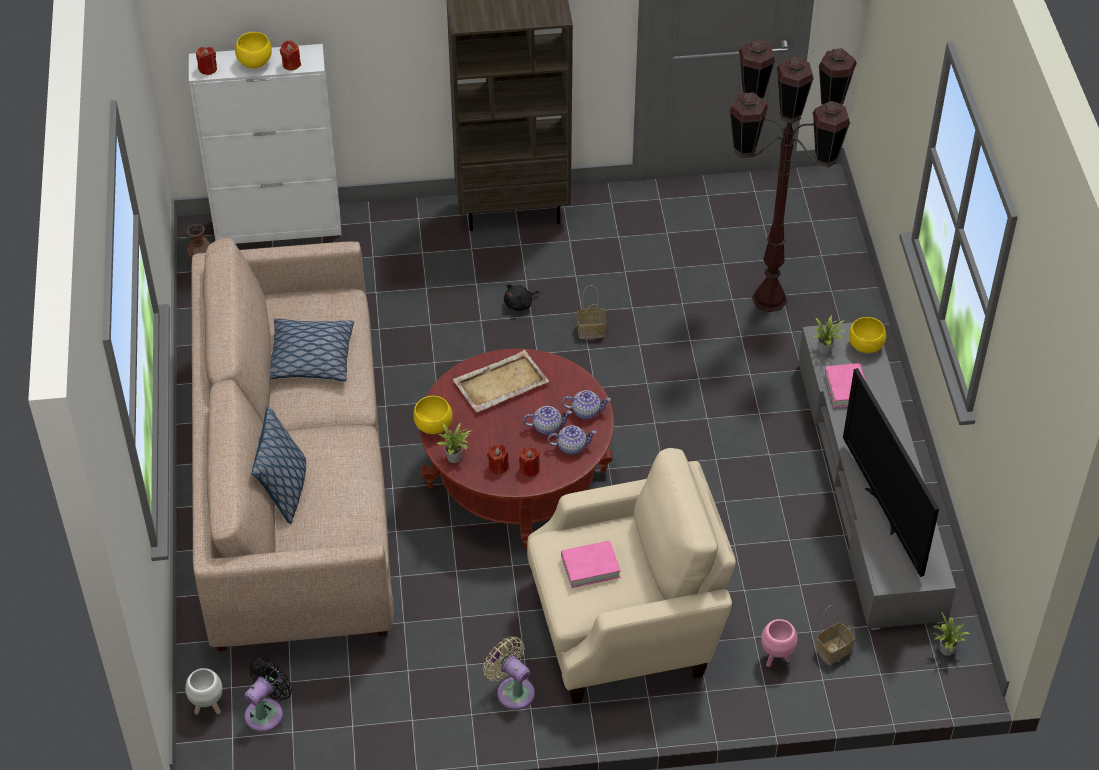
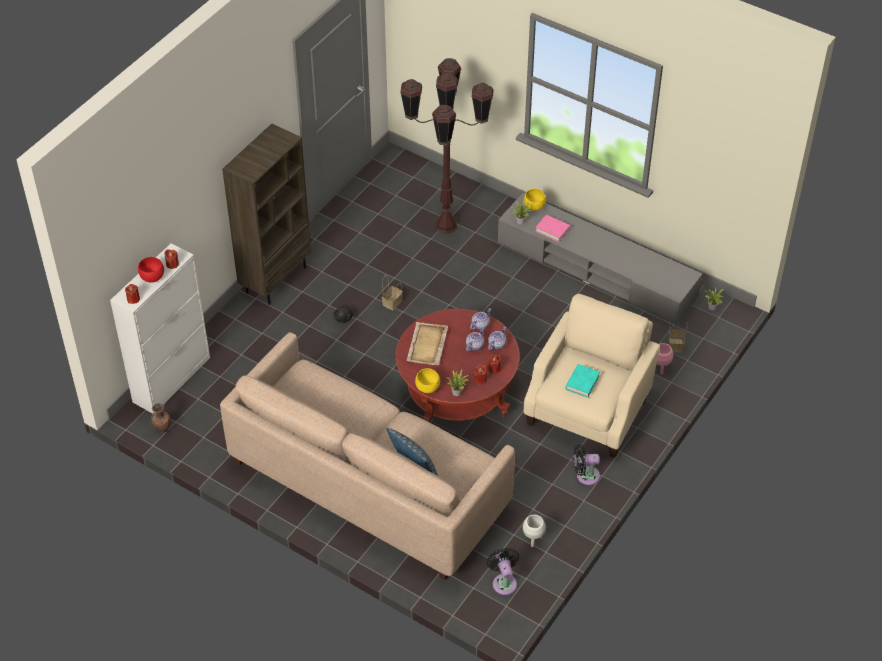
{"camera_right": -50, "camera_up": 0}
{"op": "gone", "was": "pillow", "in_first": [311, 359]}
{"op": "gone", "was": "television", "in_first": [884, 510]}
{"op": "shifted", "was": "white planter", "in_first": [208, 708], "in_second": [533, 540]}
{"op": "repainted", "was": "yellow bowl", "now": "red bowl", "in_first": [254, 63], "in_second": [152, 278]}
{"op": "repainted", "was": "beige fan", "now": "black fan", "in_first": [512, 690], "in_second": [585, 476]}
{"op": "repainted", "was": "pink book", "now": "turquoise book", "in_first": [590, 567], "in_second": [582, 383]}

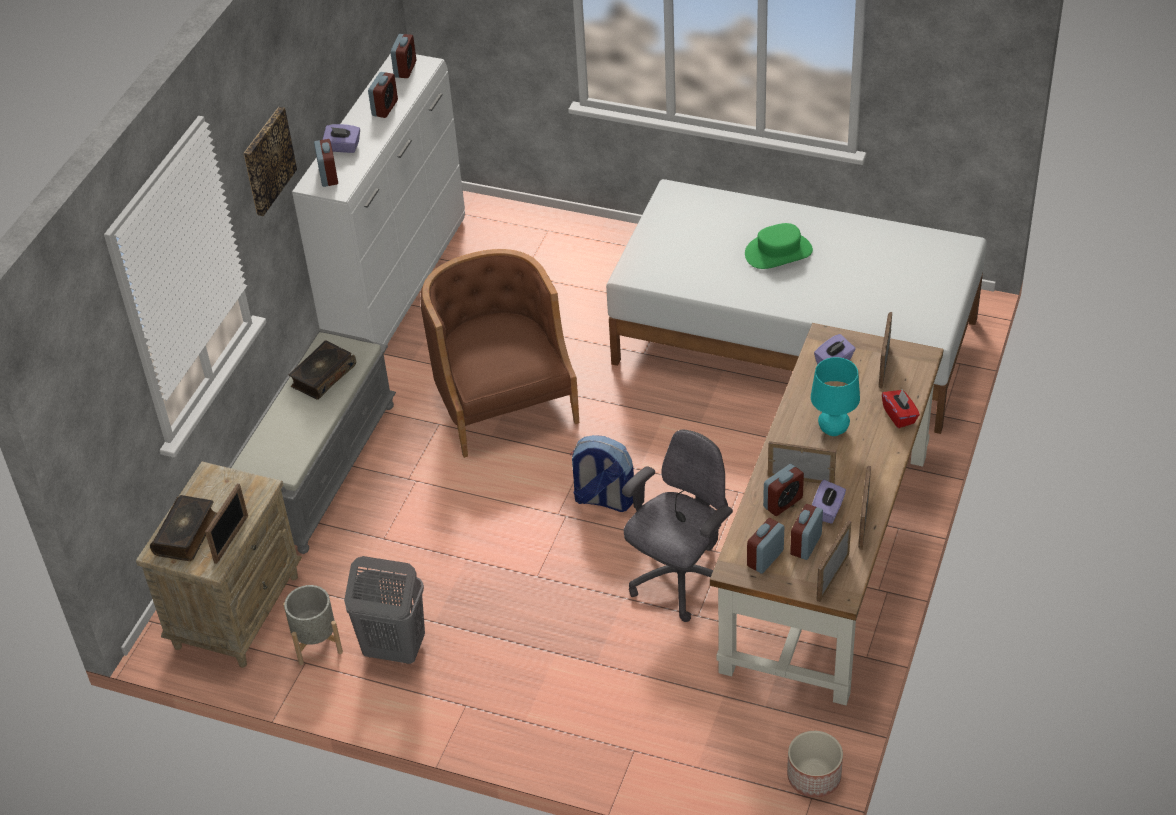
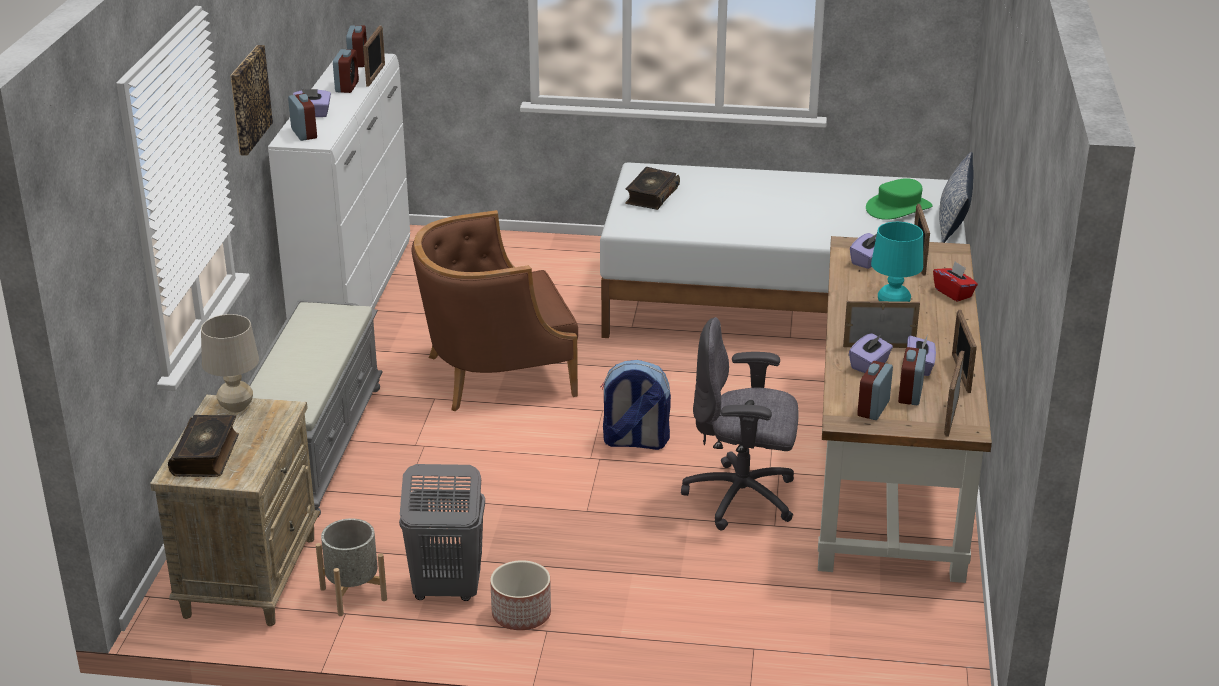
{"camera_right": -15, "camera_up": -15}
{"op": "new", "now": "beige table lamp", "in_second": [236, 407]}
{"op": "new", "now": "pillow", "in_second": [953, 219]}
{"op": "shifted", "was": "picture frame", "in_first": [231, 539], "in_second": [375, 75]}
{"op": "shifted", "was": "book", "in_first": [323, 376], "in_second": [651, 196]}
{"op": "shifted", "was": "green hat", "in_first": [778, 252], "in_second": [898, 208]}
{"op": "shifted", "was": "planter", "in_first": [813, 776], "in_second": [520, 614]}
{"op": "swapped", "was": "alarm clock", "now": "purple tissue box", "in_first": [783, 503], "in_second": [869, 365]}
{"op": "rotated", "was": "brown armchair", "in_first": [502, 399], "in_second": [497, 373], "clockwise": -75}
{"op": "rotated", "was": "grey office chair", "in_first": [680, 580], "in_second": [743, 498], "clockwise": -105}

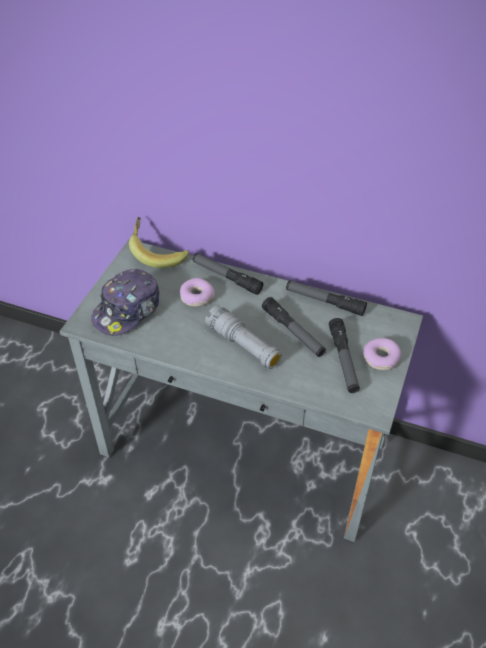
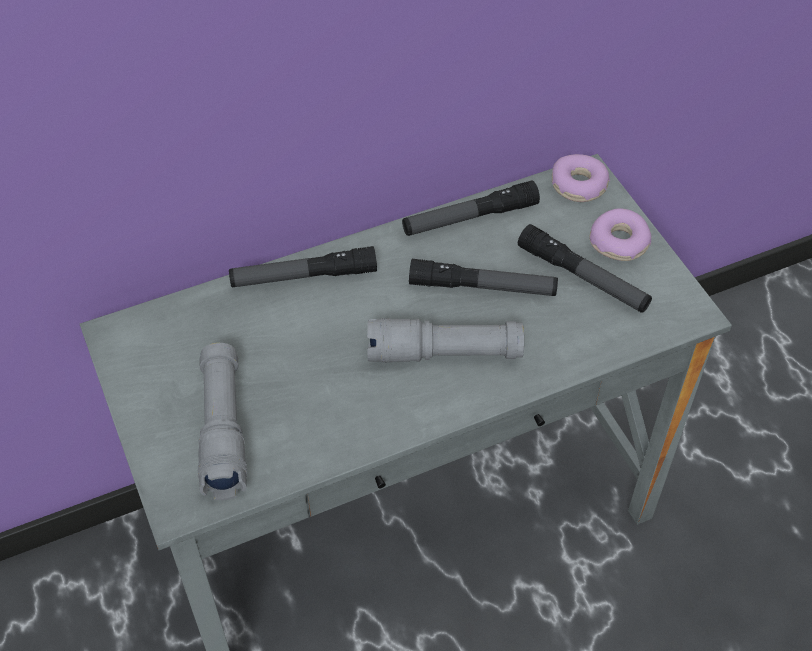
{"camera_right": -45, "camera_up": 5}
{"op": "gone", "was": "banana", "in_first": [158, 253]}
{"op": "shifted", "was": "donut", "in_first": [196, 297], "in_second": [579, 186]}
{"op": "swapped", "was": "cap", "now": "grey flashlight", "in_first": [128, 310], "in_second": [223, 430]}

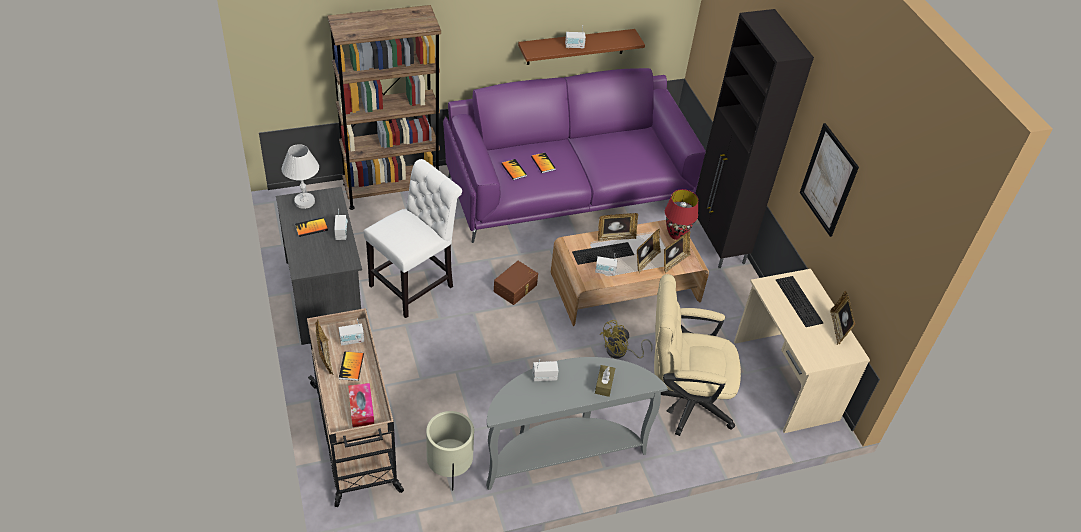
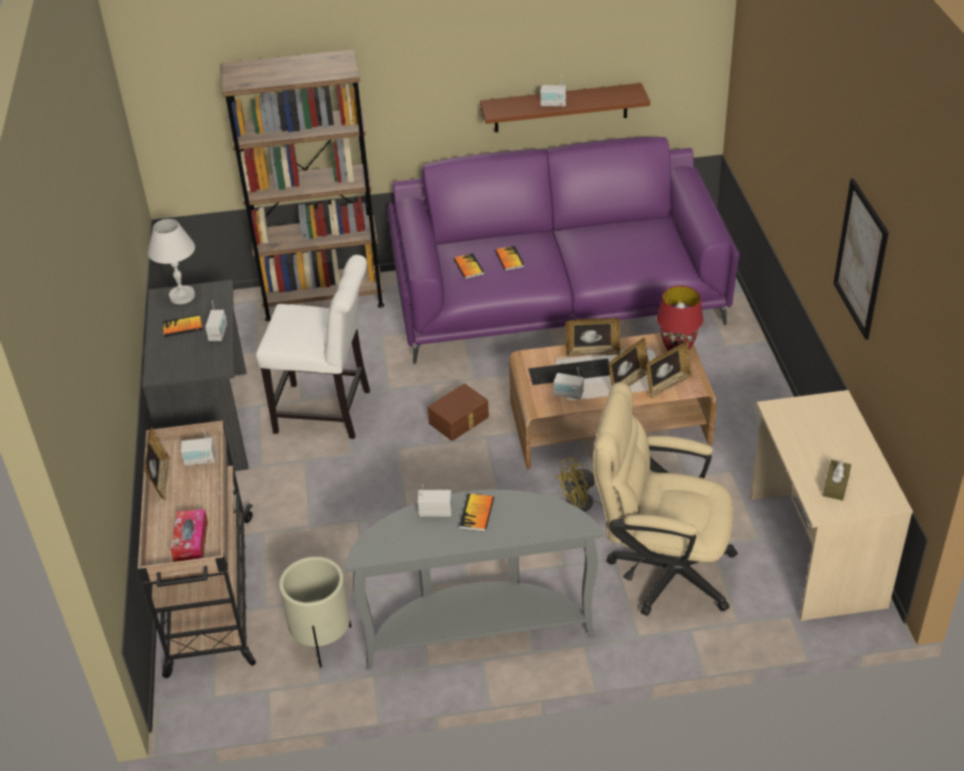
{"camera_right": 15, "camera_up": -5}
{"op": "gone", "was": "black cabinet", "in_first": [717, 243]}
{"op": "gone", "was": "keyboard", "in_first": [800, 301]}
{"op": "gone", "was": "picture frame", "in_first": [838, 328]}
{"op": "shifted", "was": "book", "in_first": [351, 367], "in_second": [476, 513]}
{"op": "shifted", "was": "brown tissue box", "in_first": [604, 384], "in_second": [836, 485]}
{"op": "rotated", "was": "white chair", "in_first": [415, 284], "in_second": [328, 412], "clockwise": 45}

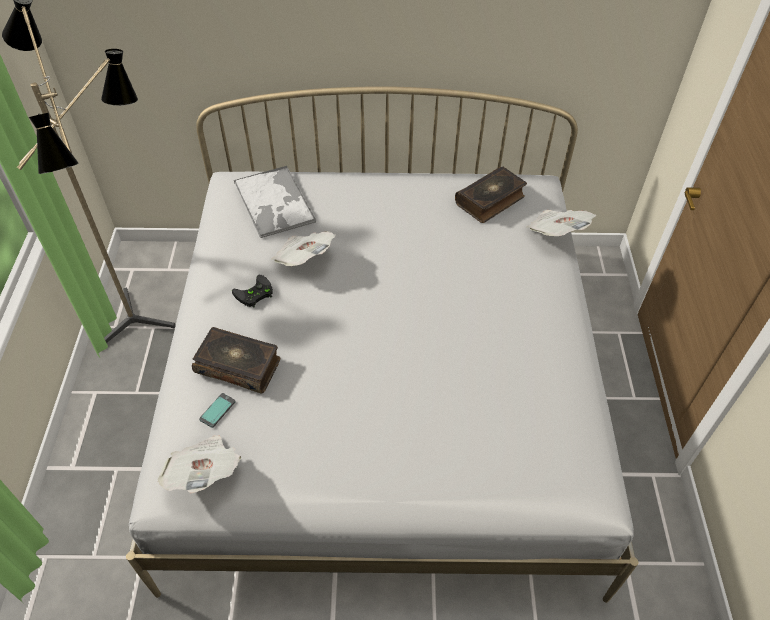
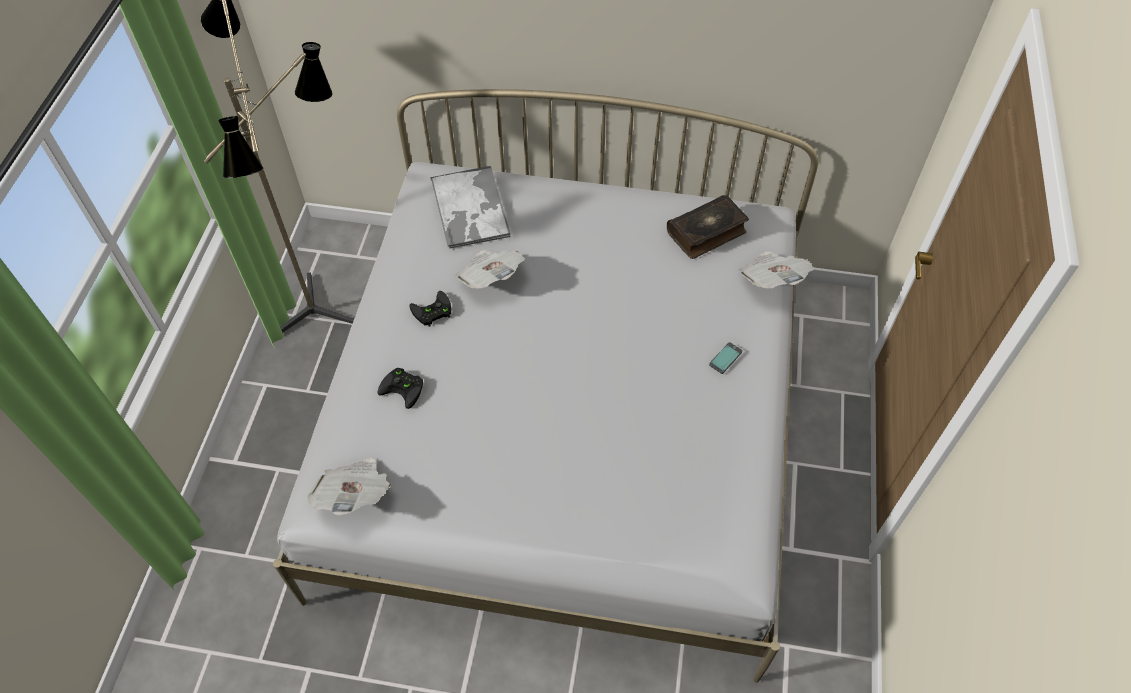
{"camera_right": 10, "camera_up": 5}
{"op": "shifted", "was": "phone", "in_first": [217, 410], "in_second": [725, 358]}
{"op": "swapped", "was": "book", "now": "black game controller", "in_first": [238, 365], "in_second": [404, 388]}

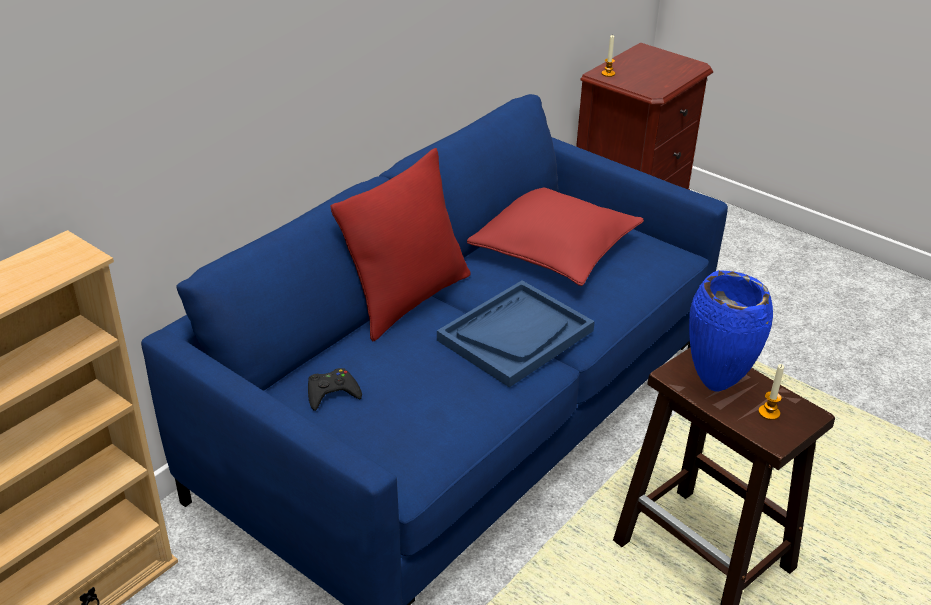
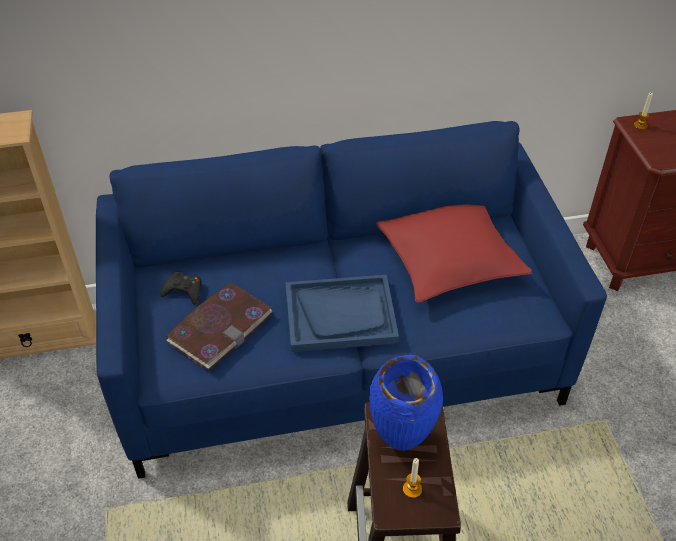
{"camera_right": 40, "camera_up": 10}
{"op": "gone", "was": "red pillow", "in_first": [408, 299]}
{"op": "new", "now": "book", "in_second": [220, 328]}

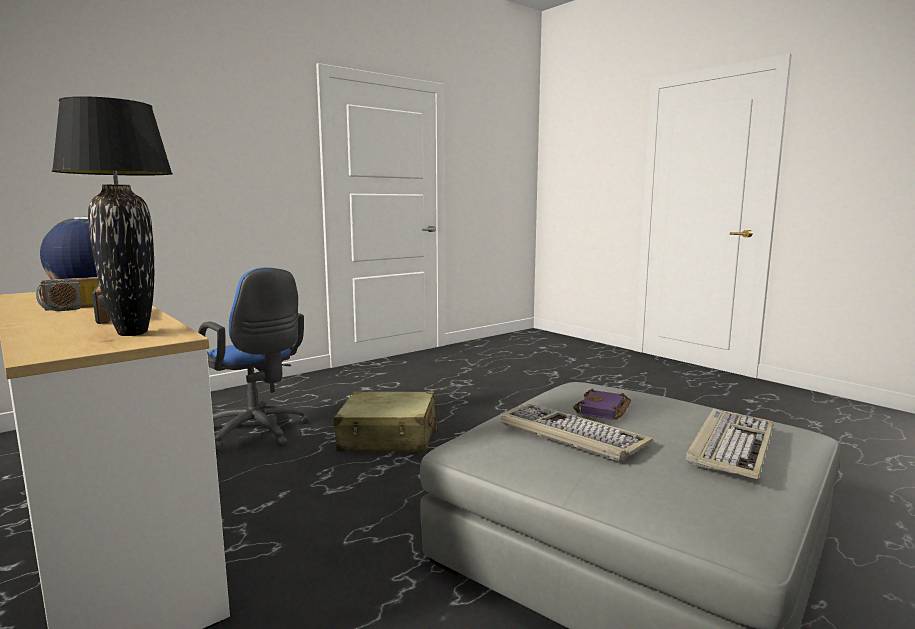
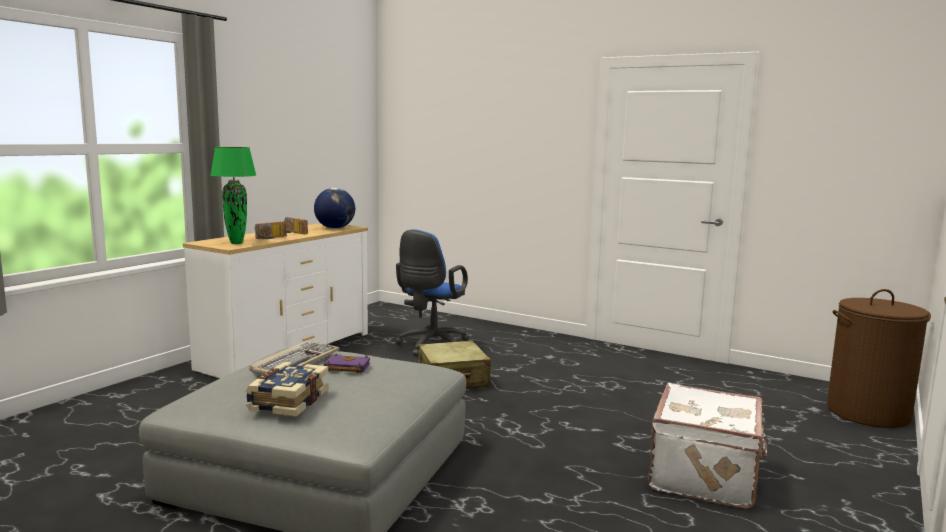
{"camera_right": 70, "camera_up": 0}
{"op": "new", "now": "white suitcase", "in_second": [706, 477]}
{"op": "new", "now": "brown laundry basket", "in_second": [868, 412]}
{"op": "swapped", "was": "keyboard", "now": "book", "in_first": [731, 445], "in_second": [287, 401]}
{"op": "repainted", "was": "black table lamp", "now": "green table lamp", "in_first": [132, 333], "in_second": [236, 243]}

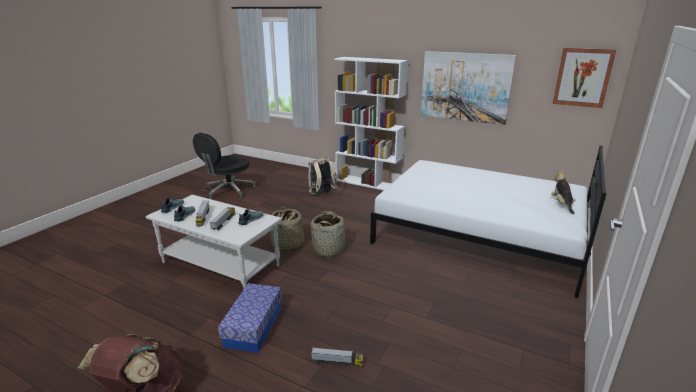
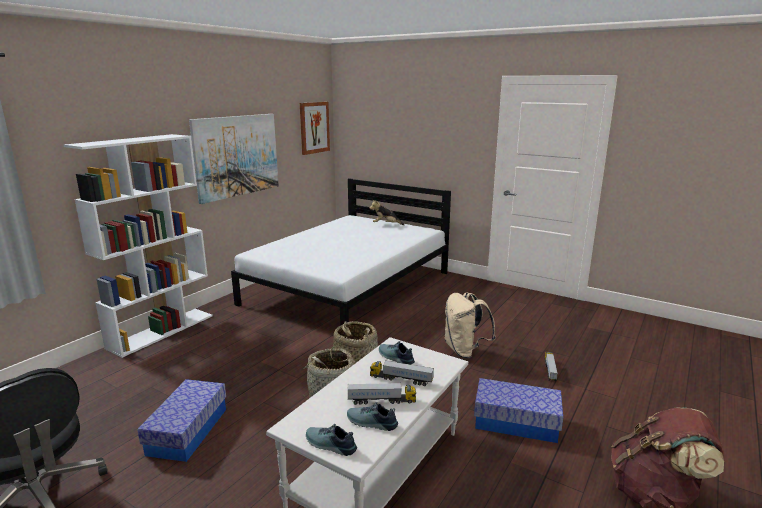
{"camera_right": -85, "camera_up": -5}
{"op": "new", "now": "storage box", "in_second": [188, 431]}
{"op": "shifted", "was": "beige backpack", "in_first": [321, 194], "in_second": [465, 350]}

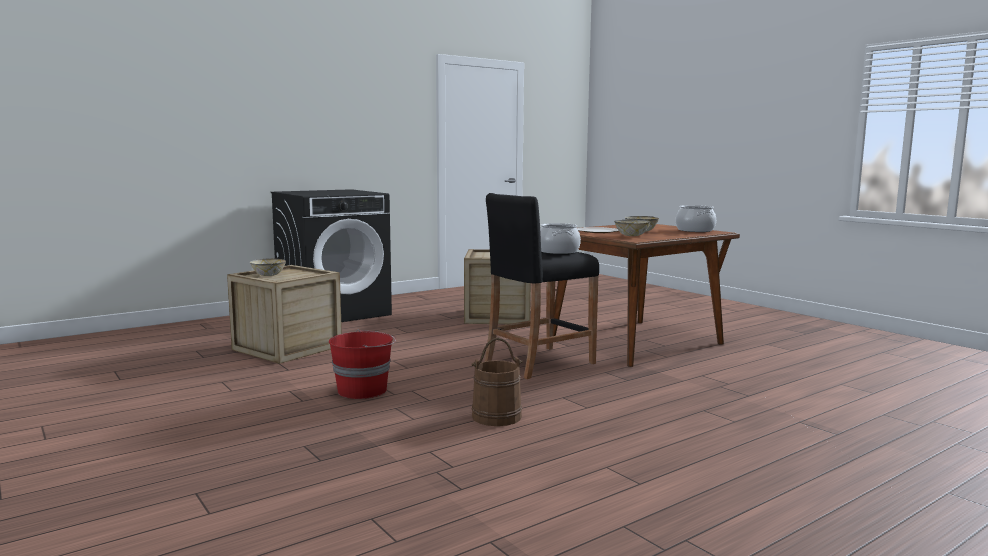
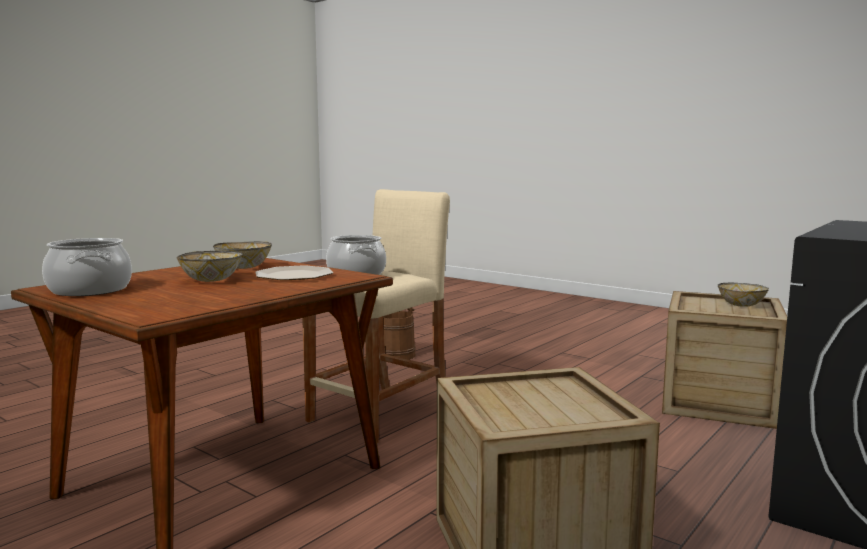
{"camera_right": 165, "camera_up": 0}
{"op": "gone", "was": "red bucket", "in_first": [363, 390]}
{"op": "repainted", "was": "black stool", "now": "beige stool", "in_first": [539, 362], "in_second": [380, 414]}

